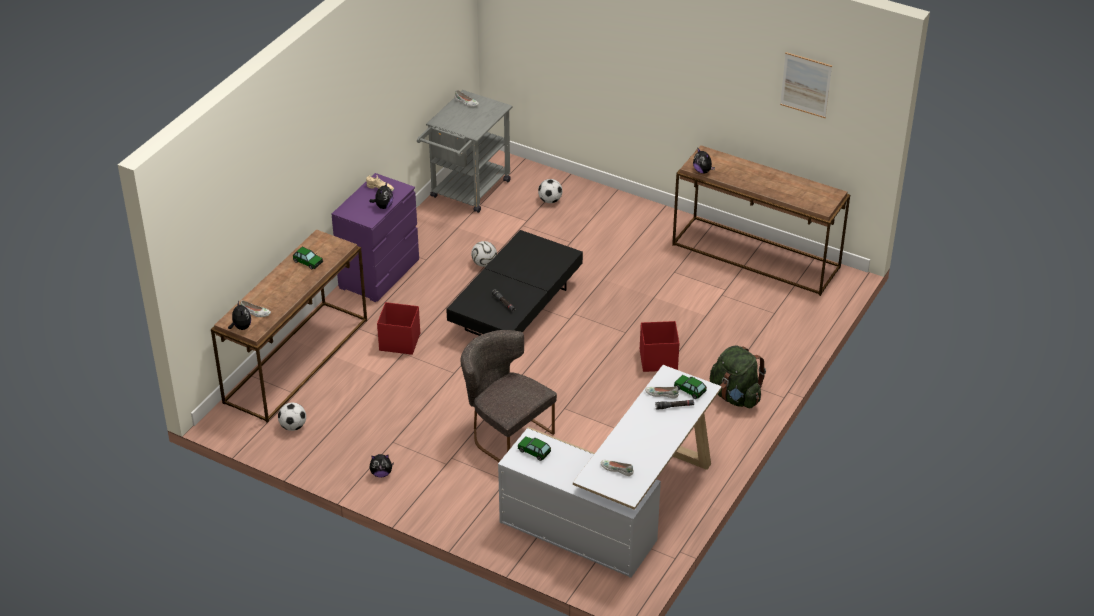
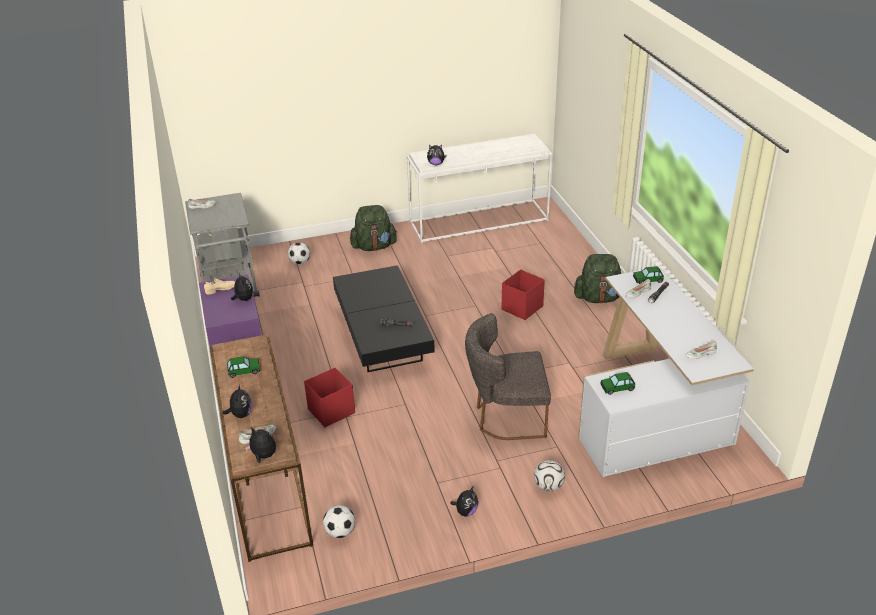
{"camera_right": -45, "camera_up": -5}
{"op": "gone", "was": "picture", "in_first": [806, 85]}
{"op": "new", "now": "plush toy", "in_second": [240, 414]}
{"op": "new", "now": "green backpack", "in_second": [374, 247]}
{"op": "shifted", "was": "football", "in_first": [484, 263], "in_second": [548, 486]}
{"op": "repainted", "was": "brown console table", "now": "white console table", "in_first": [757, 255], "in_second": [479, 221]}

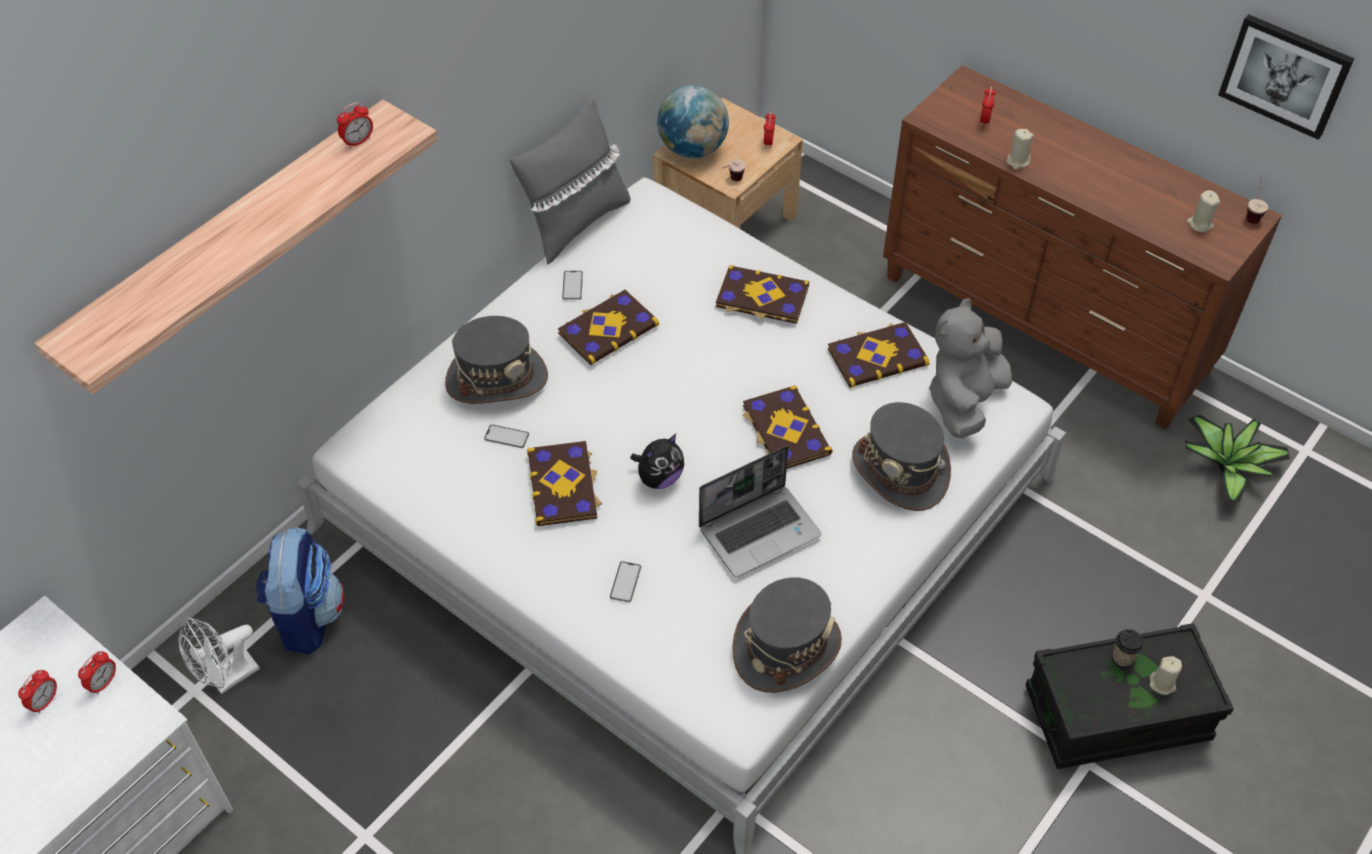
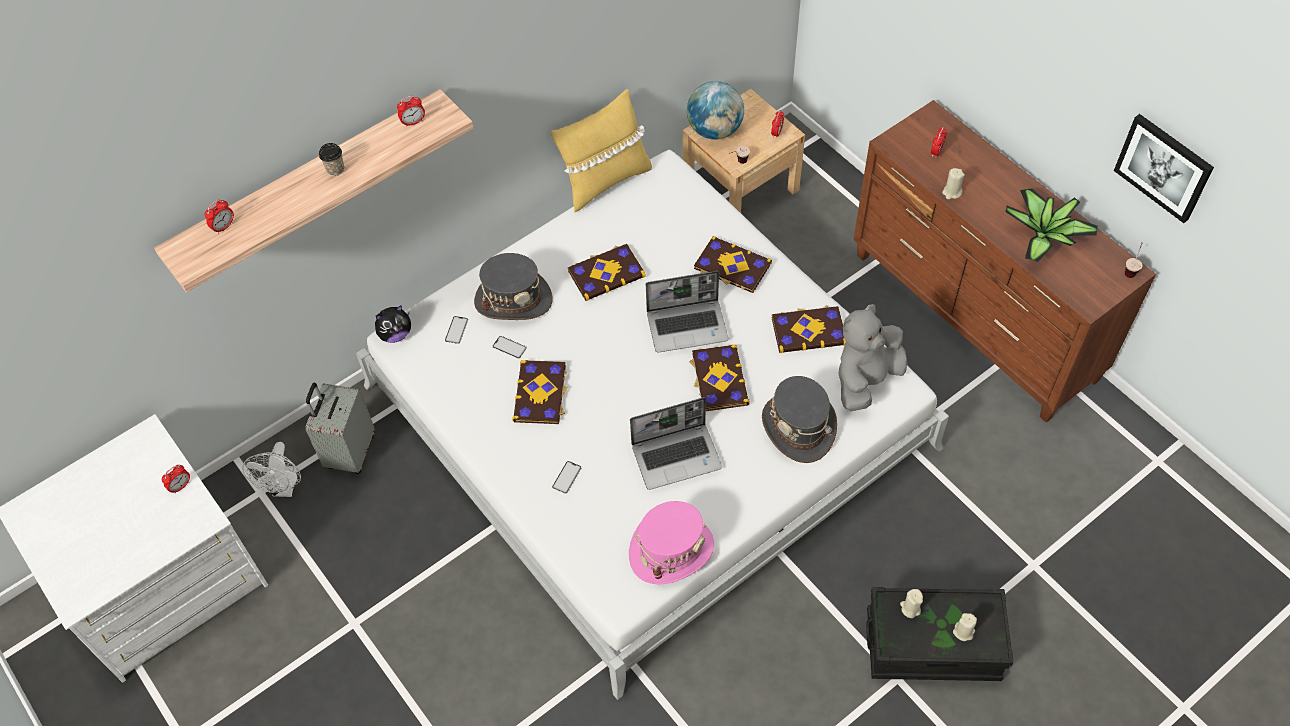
{"camera_right": 15, "camera_up": 5}
{"op": "new", "now": "laptop", "in_second": [688, 326]}
{"op": "shifted", "was": "alarm clock", "in_first": [45, 702], "in_second": [224, 227]}
{"op": "shifted", "was": "phone", "in_first": [572, 285], "in_second": [456, 330]}
{"op": "shifted", "was": "plush toy", "in_first": [659, 478], "in_second": [395, 334]}
{"op": "shifted", "was": "cup", "in_first": [1123, 657], "in_second": [335, 169]}
{"op": "shifted", "was": "potted plant", "in_first": [1228, 467], "in_second": [1044, 236]}
{"op": "shifted", "was": "beige candle", "in_first": [1199, 224], "in_second": [910, 608]}
{"op": "swapped", "was": "backpack", "now": "grey suitcase", "in_first": [306, 616], "in_second": [350, 452]}
{"op": "repainted", "was": "grey pillow", "now": "yellow pillow", "in_first": [575, 223], "in_second": [605, 181]}
{"op": "repainted", "was": "grey hat", "now": "pink hat", "in_first": [786, 647], "in_second": [671, 550]}
{"op": "rotated", "was": "white fan", "in_first": [227, 678], "in_second": [285, 488], "clockwise": -60}

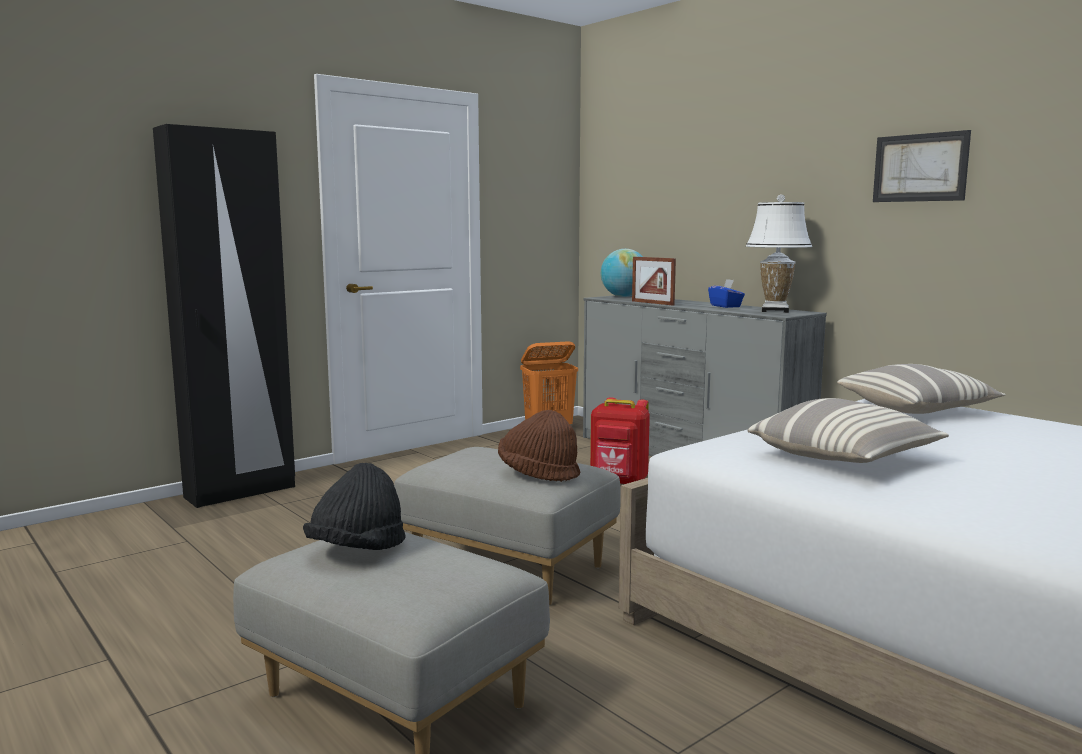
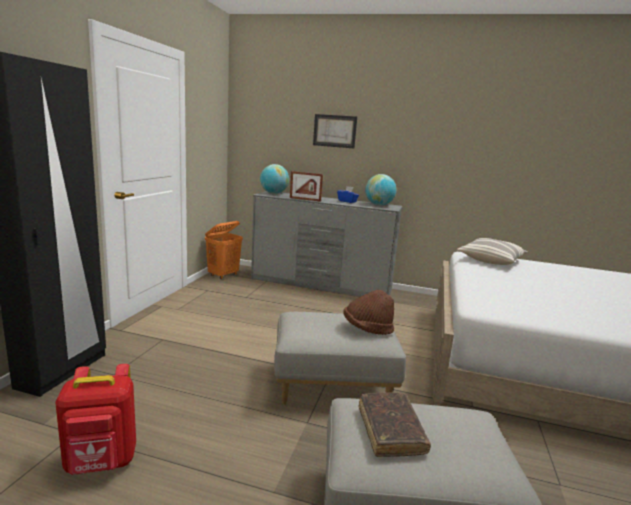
{"camera_right": -35, "camera_up": 5}
{"op": "gone", "was": "pillow", "in_first": [844, 458]}
{"op": "shifted", "was": "red backpack", "in_first": [619, 482], "in_second": [101, 463]}
{"op": "shifted", "was": "picture", "in_first": [920, 167], "in_second": [334, 131]}
{"op": "swapped", "was": "black hat", "now": "brown book", "in_first": [357, 550], "in_second": [390, 430]}
{"op": "swapped", "was": "white table lamp", "now": "globe", "in_first": [774, 311], "in_second": [379, 205]}

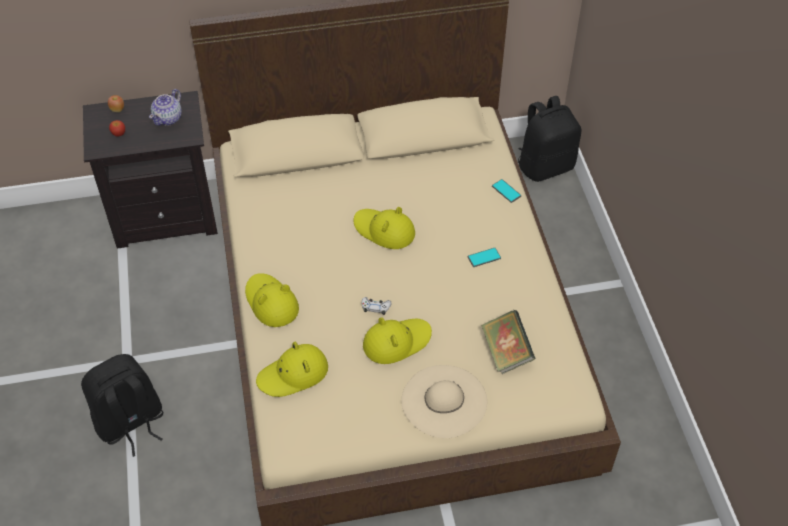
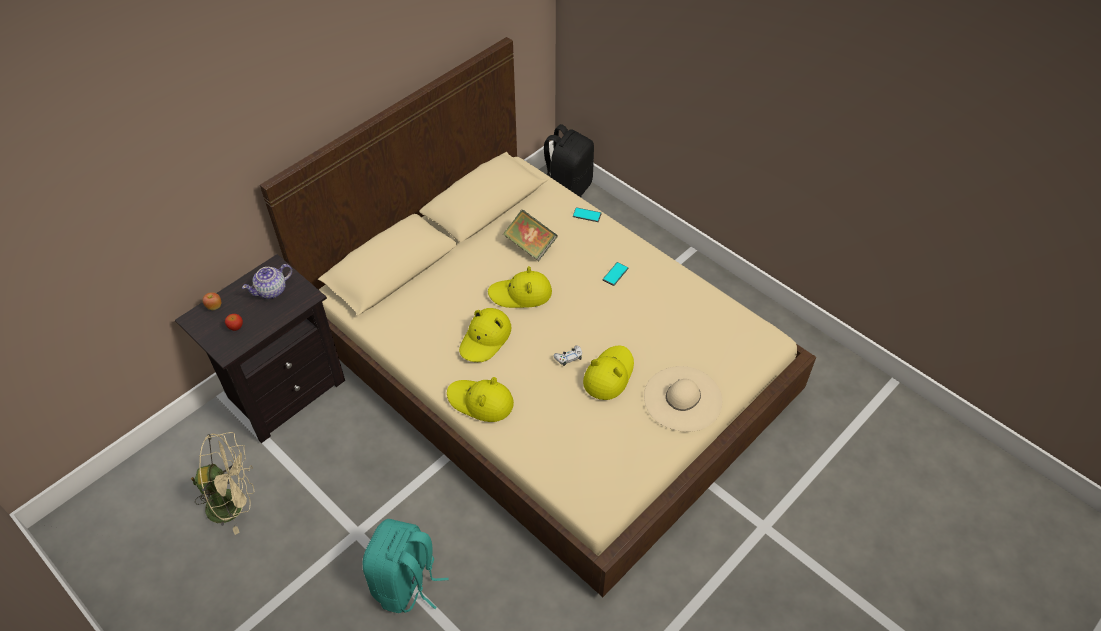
{"camera_right": -35, "camera_up": 0}
{"op": "new", "now": "beige fan", "in_second": [234, 503]}
{"op": "shifted", "was": "yellow hat", "in_first": [293, 374], "in_second": [485, 339]}
{"op": "shifted", "was": "book", "in_first": [506, 352], "in_second": [530, 245]}
{"op": "repainted", "was": "black backpack", "now": "turquoise backpack", "in_first": [130, 423], "in_second": [407, 583]}
{"op": "rotated", "was": "teapot", "in_first": [168, 118], "in_second": [272, 290], "clockwise": 60}

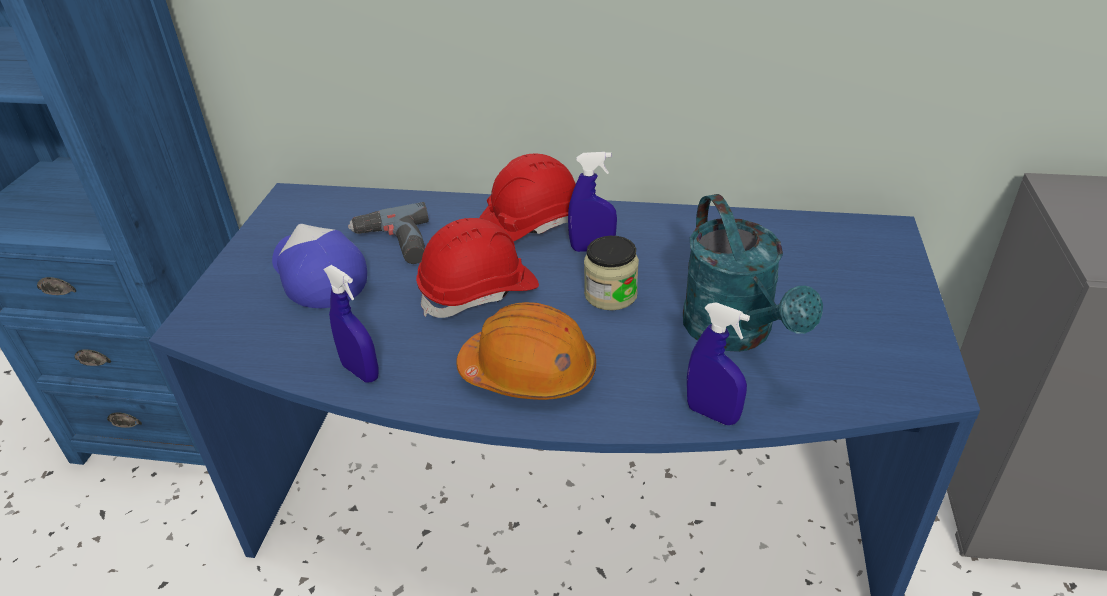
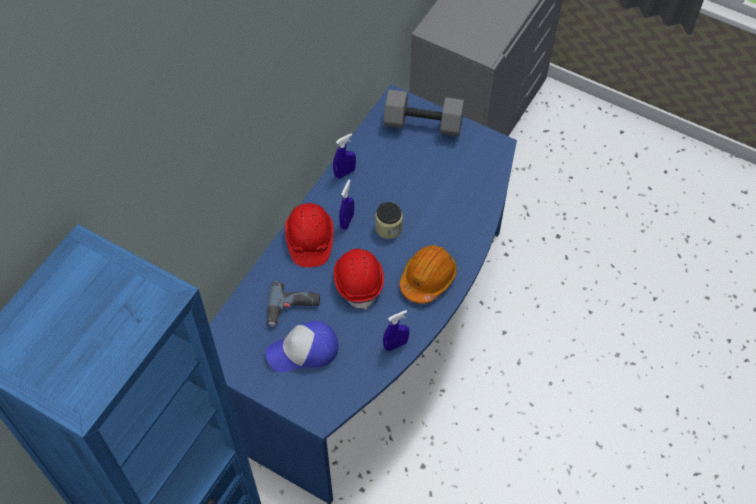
{"camera_right": -70, "camera_up": 20}
{"op": "gone", "was": "turquoise watering can", "in_first": [736, 333]}
{"op": "new", "now": "grey dumbbell", "in_second": [424, 123]}
{"op": "shifted", "was": "blue spray bottle", "in_first": [712, 414], "in_second": [345, 173]}

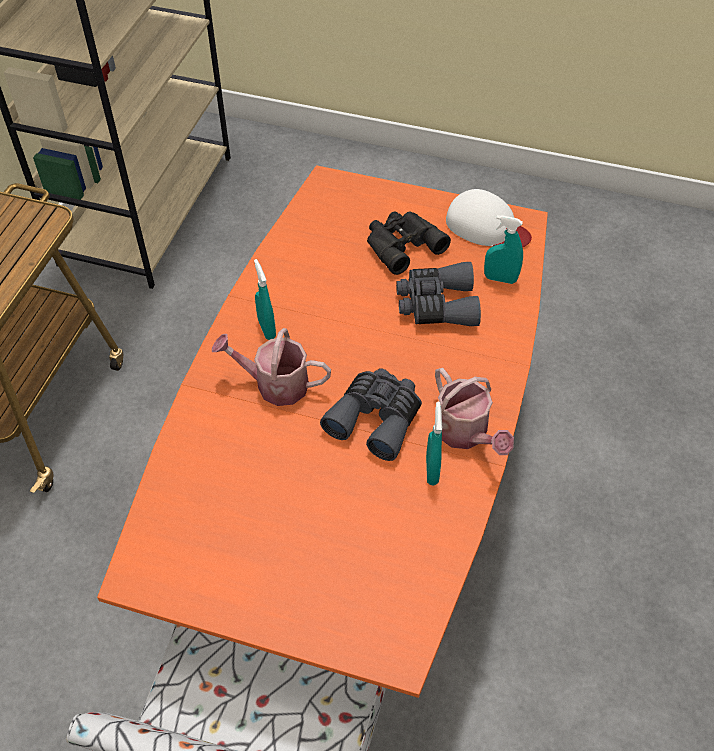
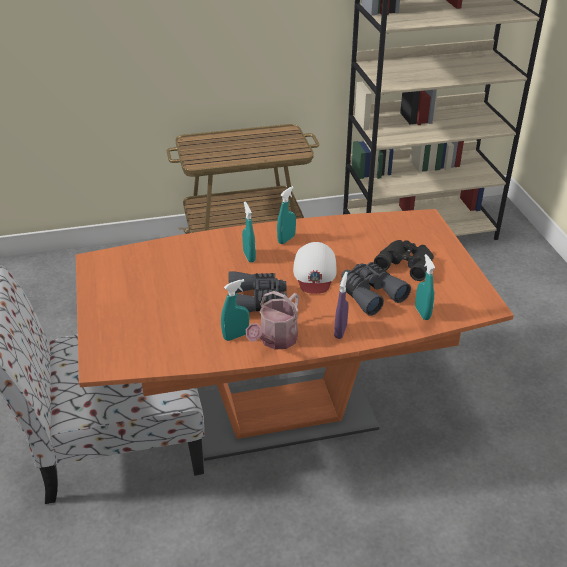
{"camera_right": 60, "camera_up": -15}
{"op": "new", "now": "purple spray bottle", "in_second": [340, 331]}
{"op": "shifted", "was": "white cap", "in_first": [486, 227], "in_second": [314, 273]}
{"op": "swapped", "was": "watering can", "now": "turquoise spray bottle", "in_first": [275, 384], "in_second": [249, 256]}

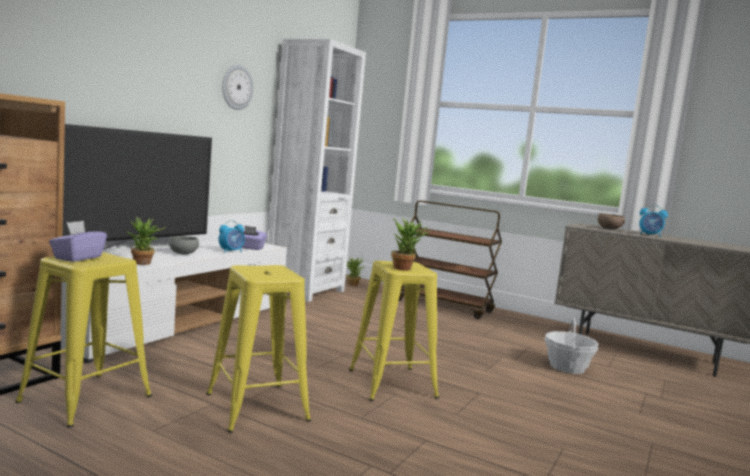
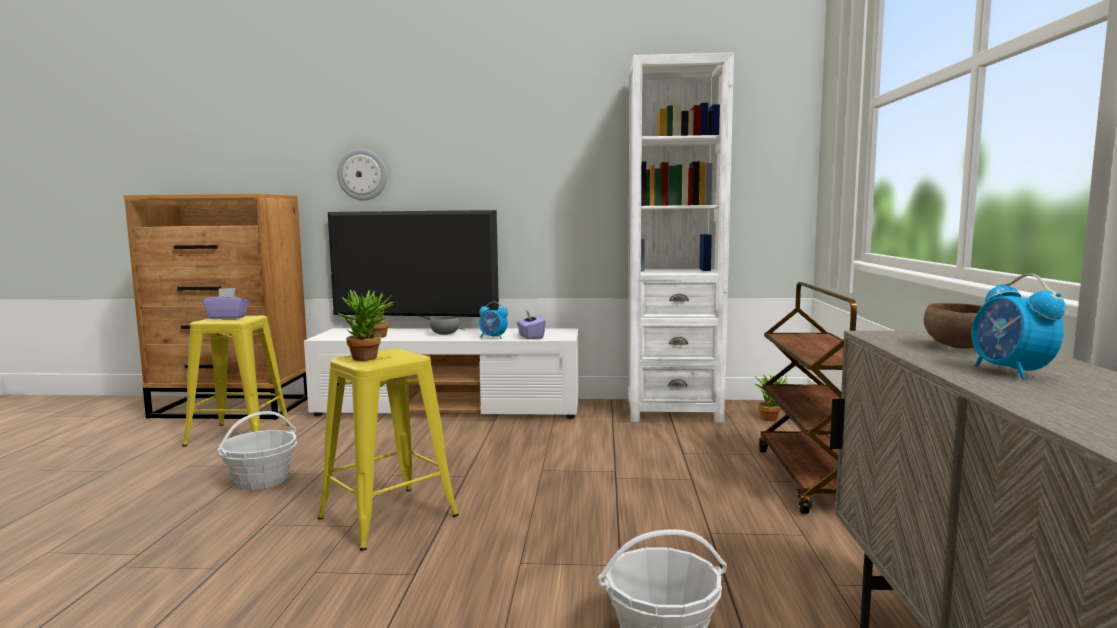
{"camera_right": 65, "camera_up": 0}
{"op": "shifted", "was": "wall clock", "in_first": [236, 87], "in_second": [362, 174]}
{"op": "swapped", "was": "yellow stool", "now": "basket", "in_first": [257, 407], "in_second": [261, 480]}

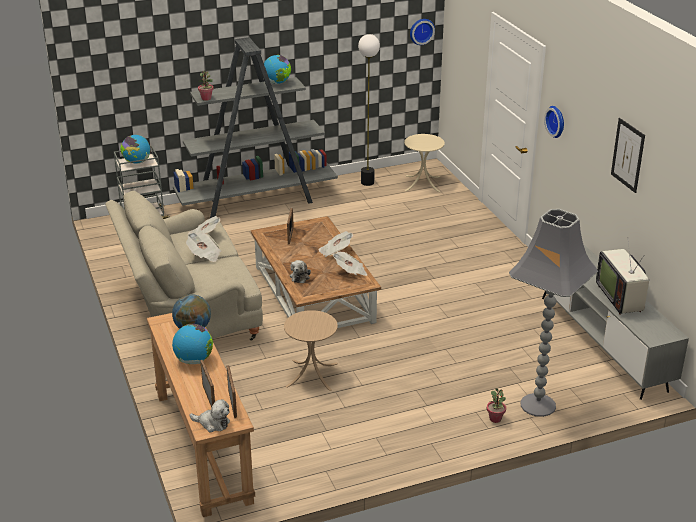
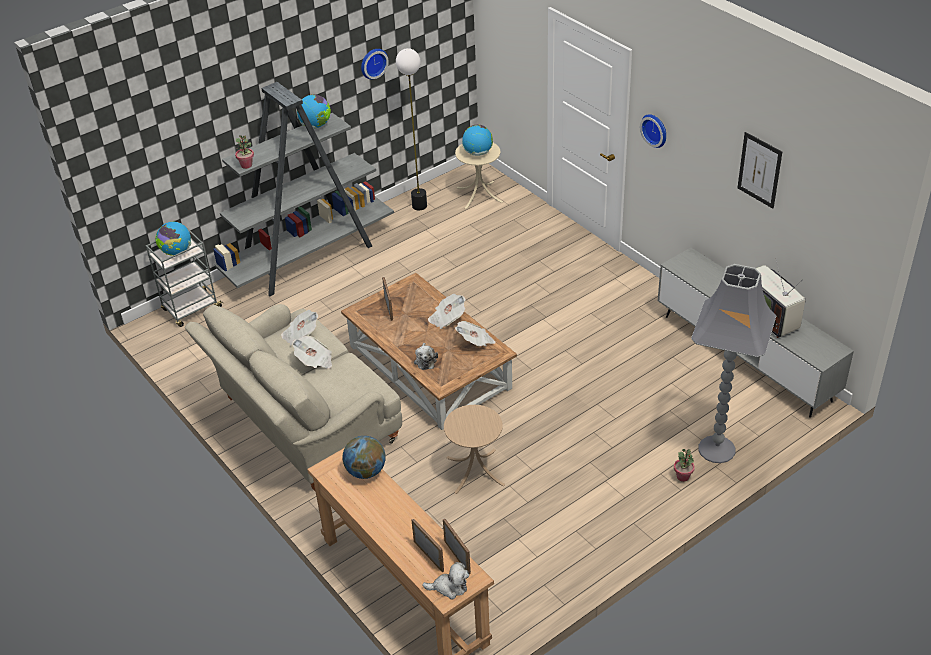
{"camera_right": -15, "camera_up": 10}
{"op": "shifted", "was": "globe", "in_first": [194, 360], "in_second": [478, 153]}
{"op": "shifted", "was": "wall clock", "in_first": [421, 31], "in_second": [373, 62]}

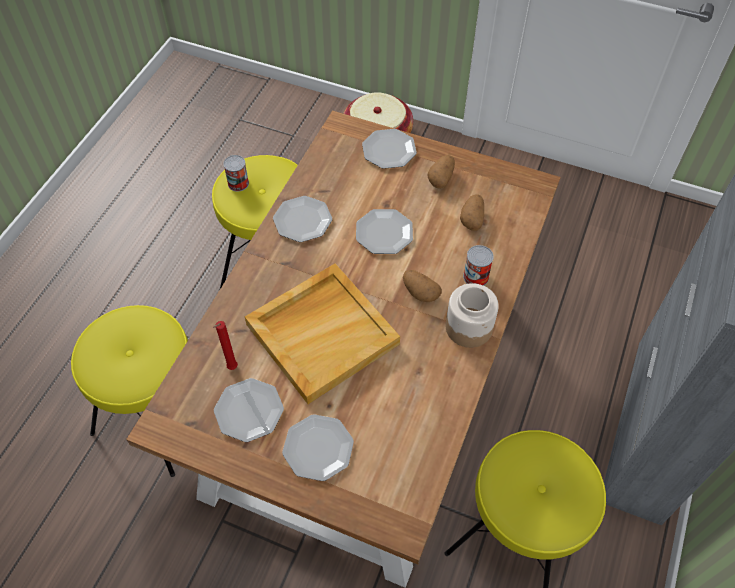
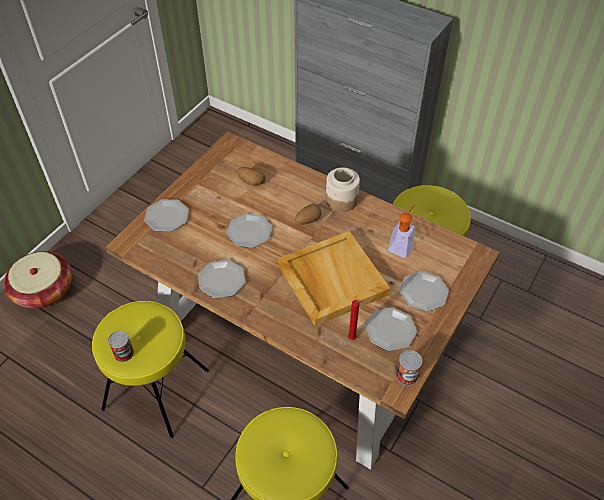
{"camera_right": -80, "camera_up": -5}
{"op": "gone", "was": "potato", "in_first": [441, 178]}
{"op": "new", "now": "soap dispenser", "in_second": [402, 245]}
{"op": "shifted", "was": "can", "in_first": [476, 277], "in_second": [407, 375]}

